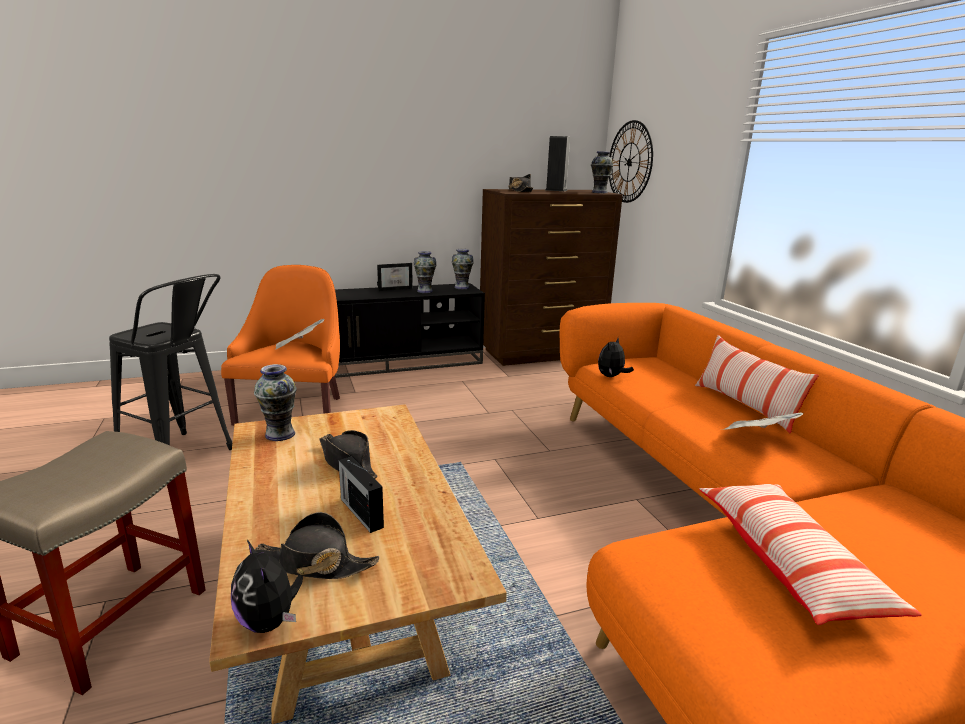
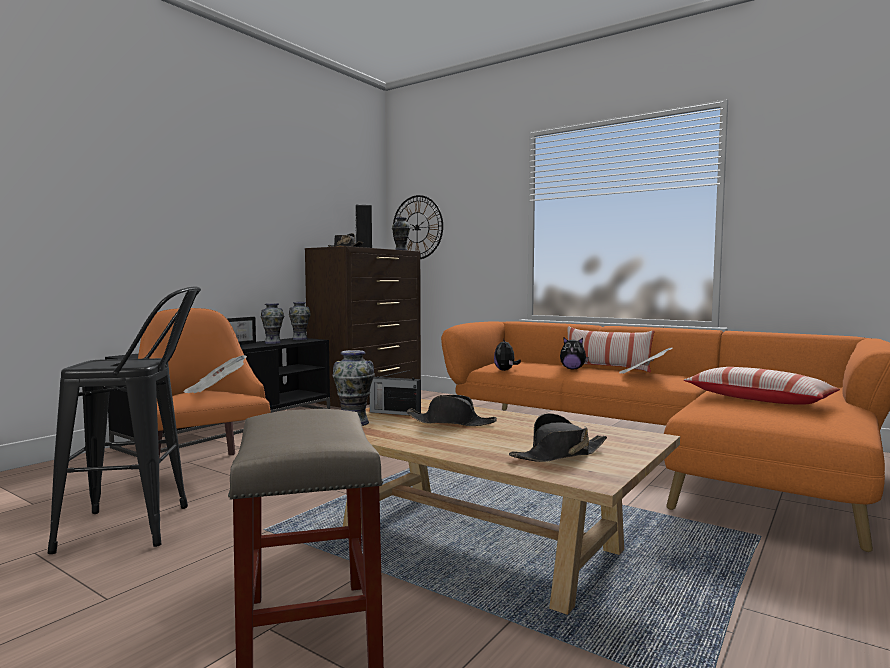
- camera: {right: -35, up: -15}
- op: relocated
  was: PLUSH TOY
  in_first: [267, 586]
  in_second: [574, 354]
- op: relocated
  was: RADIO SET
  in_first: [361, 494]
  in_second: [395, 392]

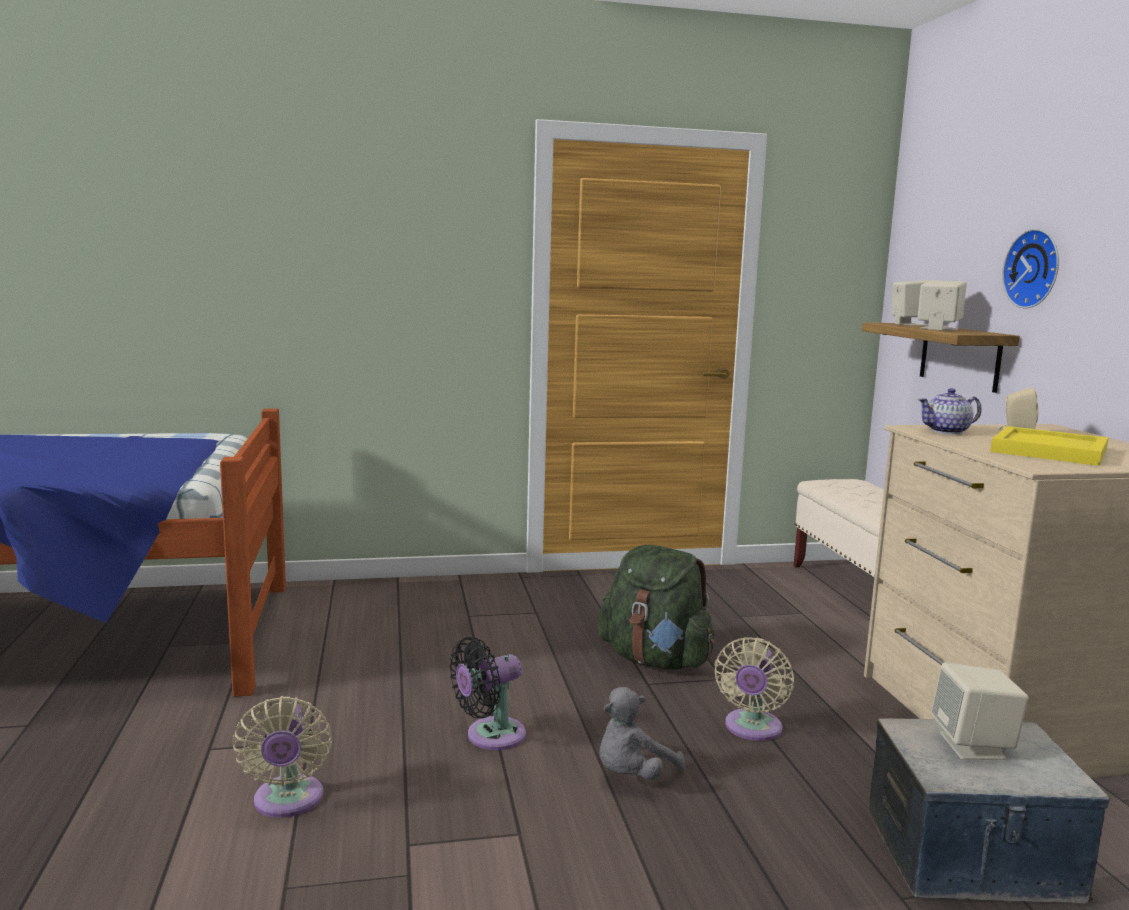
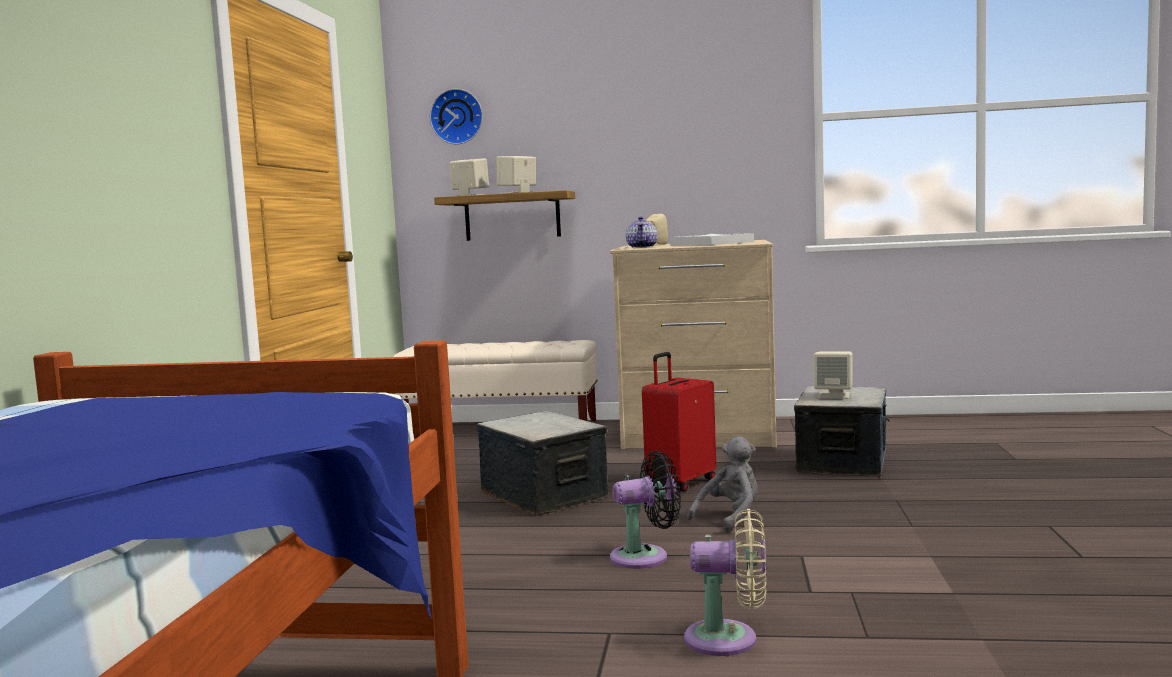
- camera: {right: -70, up: -5}
- op: spun
  was: BLACKISH COOLING FAN
  in_first: [488, 693]
  in_second: [645, 510]
  clockwise: -90
- op: exchanged
  was: GREEN BACKPACK
  now: STORAGE BOX
  in_first: [656, 607]
  in_second: [542, 463]
- op: spun
  was: GRAY PLUSH TOY
  in_first: [642, 733]
  in_second: [722, 484]
  clockwise: -105
- op: exchanged
  was: BEIGE-COLOURED COOLING FAN
  now: REDDISH SUITCASE
  in_first: [754, 689]
  in_second: [679, 421]
- op: colour
  was: YELLOWISH CARRYING TRAY
  now: WHITISH CARRYING TRAY
  in_first: [1049, 446]
  in_second: [712, 239]
- op: relocated
  was: CLOCK ON THE WALL
  in_first: [1030, 268]
  in_second: [456, 116]

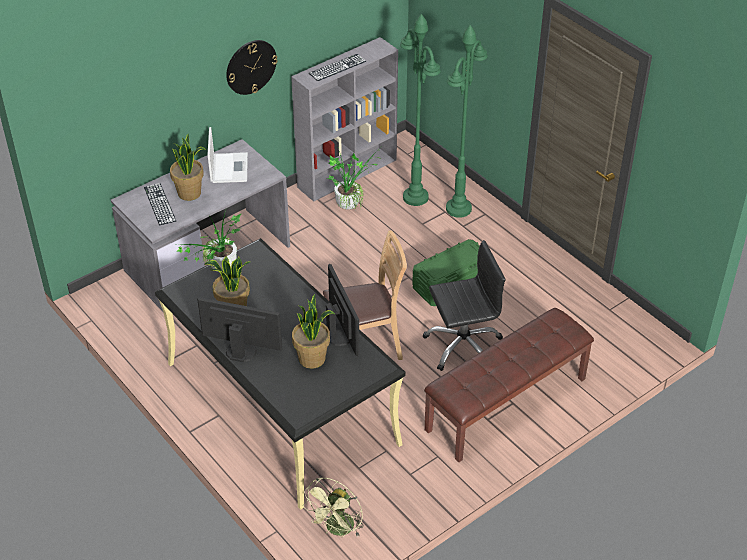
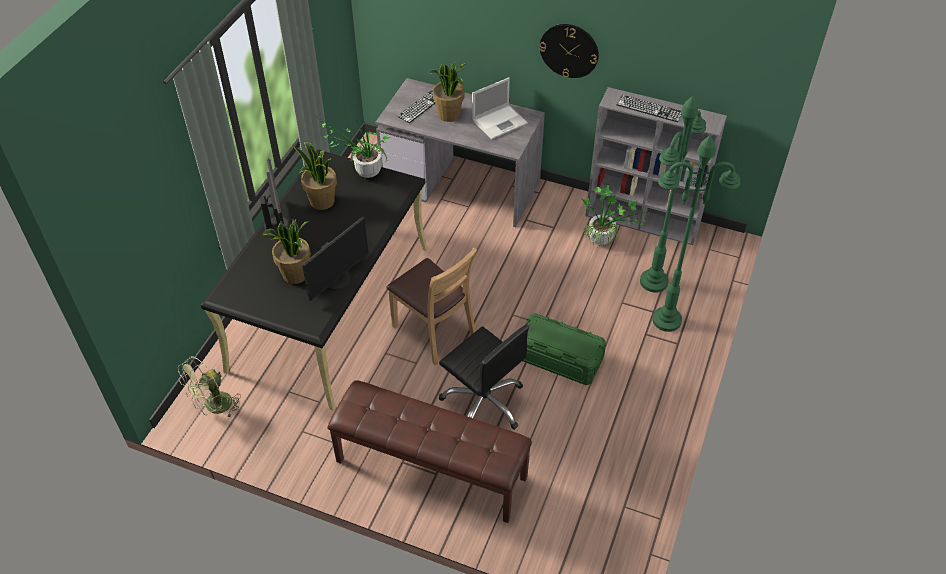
- camera: {right: 60, up: 5}
- op: spun
  was: GREEN COOLING FAN
  in_first: [333, 507]
  in_second: [209, 387]
  clockwise: -45

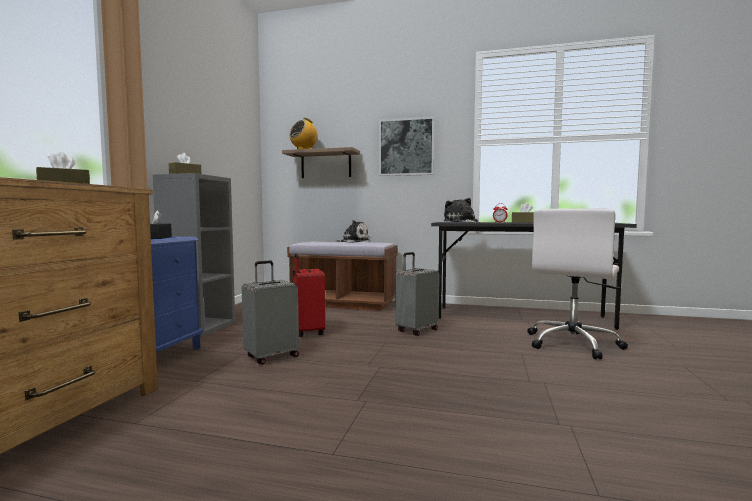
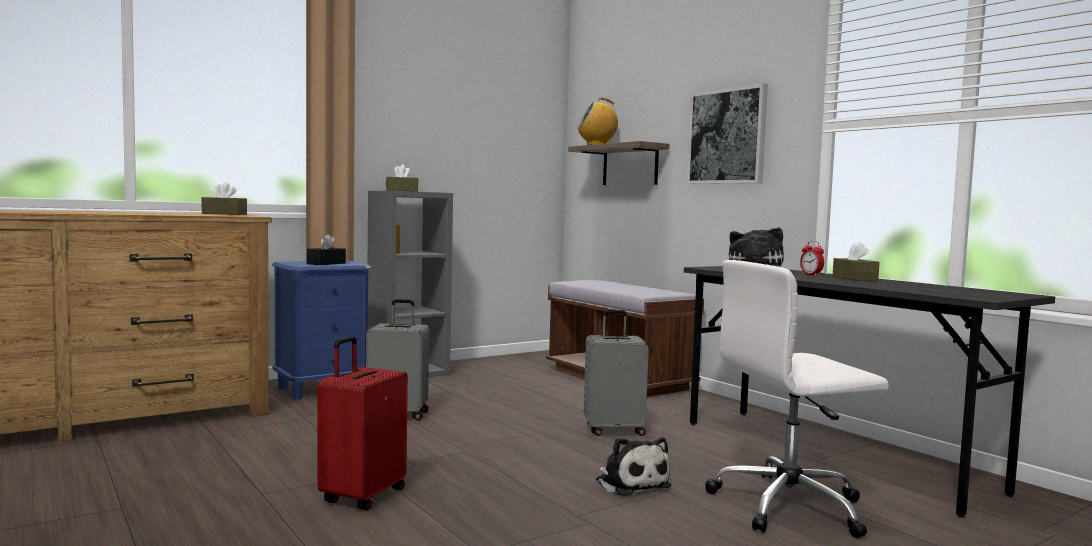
- camera: {right: 40, up: 0}
- op: relocated
  was: REDDISH SUITCASE
  in_first: [309, 295]
  in_second: [362, 423]
- op: relocated
  was: PLUSH TOY
  in_first: [351, 231]
  in_second: [634, 466]

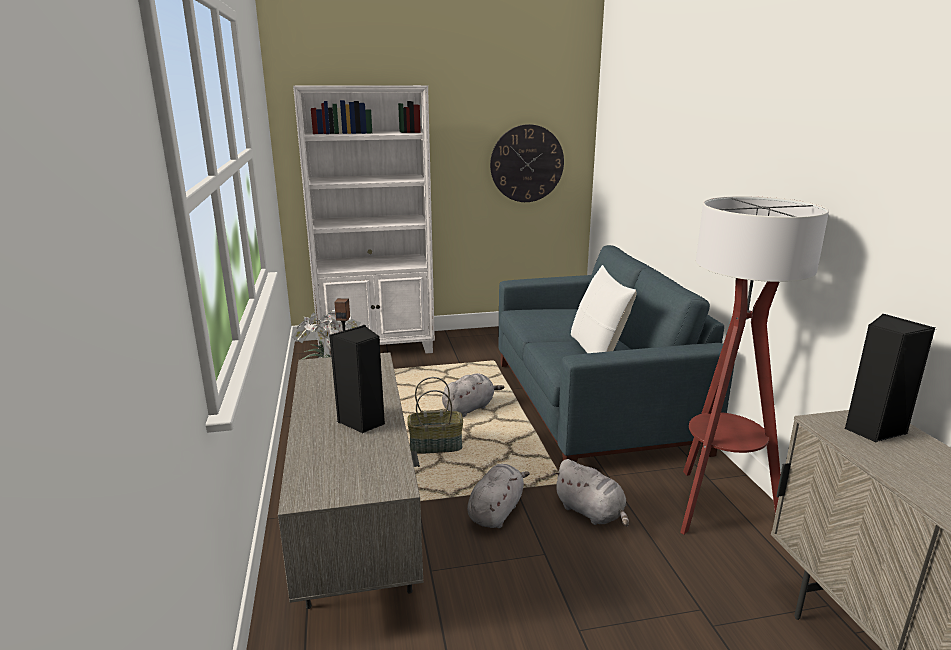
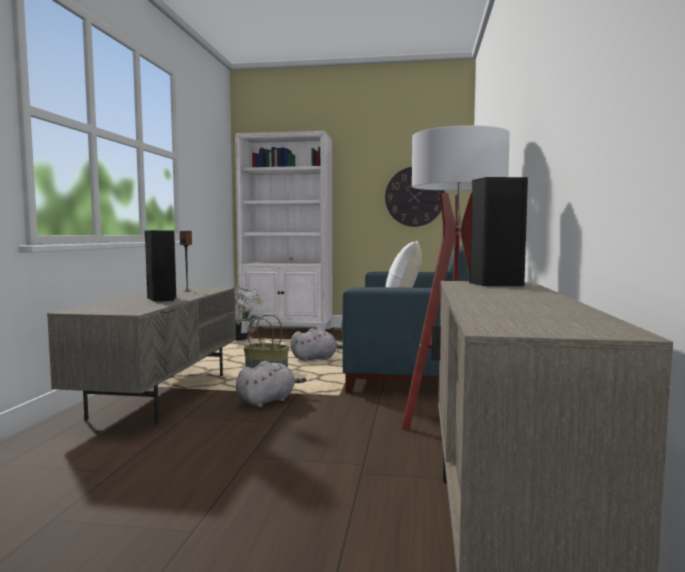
- camera: {right: 20, up: -15}
- op: missing
  was: GRAY PLUSH TOY
  in_first: [591, 493]

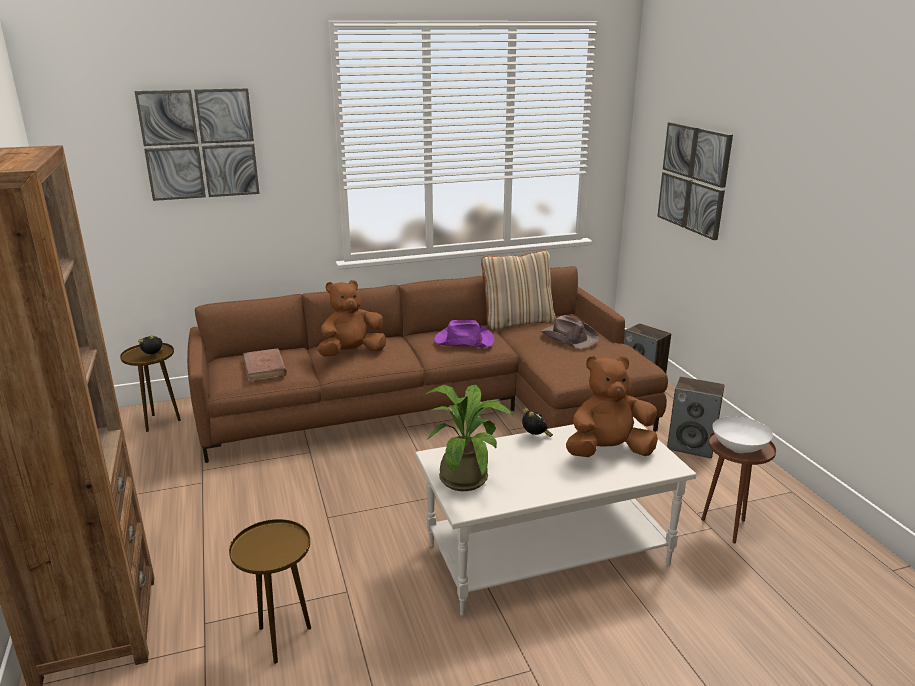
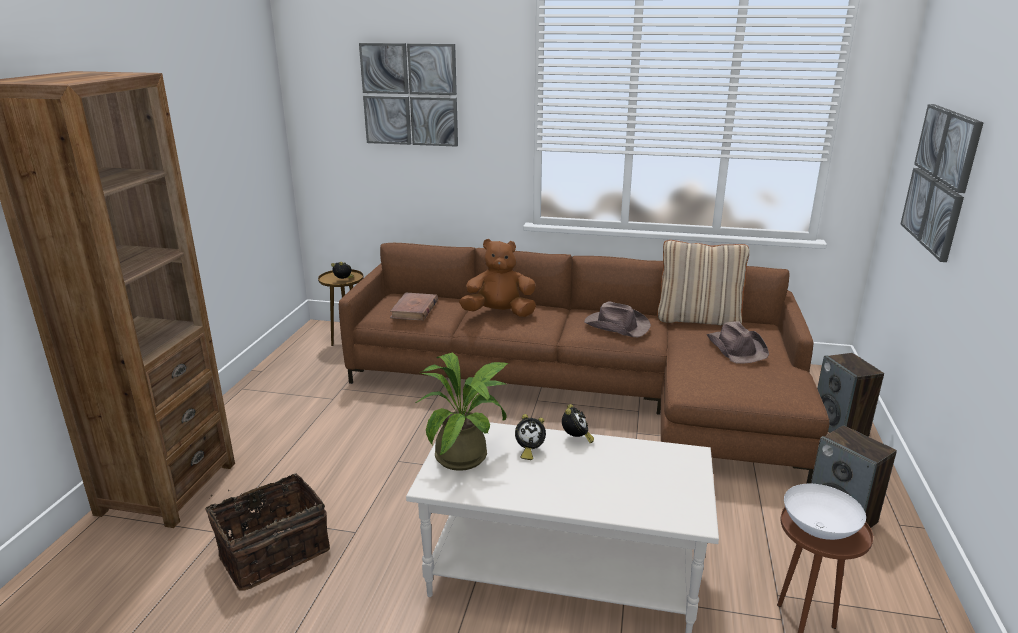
- camera: {right: 30, up: 0}
- op: exchanged
  was: BROWN SIDE TABLE
  now: BASKET
  in_first: [270, 591]
  in_second: [267, 532]
- op: colour
  was: PURPLISH CLOTHING HAT
  now: BROWN CLOTHING HAT
  in_first: [464, 333]
  in_second: [617, 319]
- op: missing
  was: BROWN PLUSH TOY
  in_first: [612, 406]
- op: appeared
  now: ALARM CLOCK
  in_second: [530, 437]

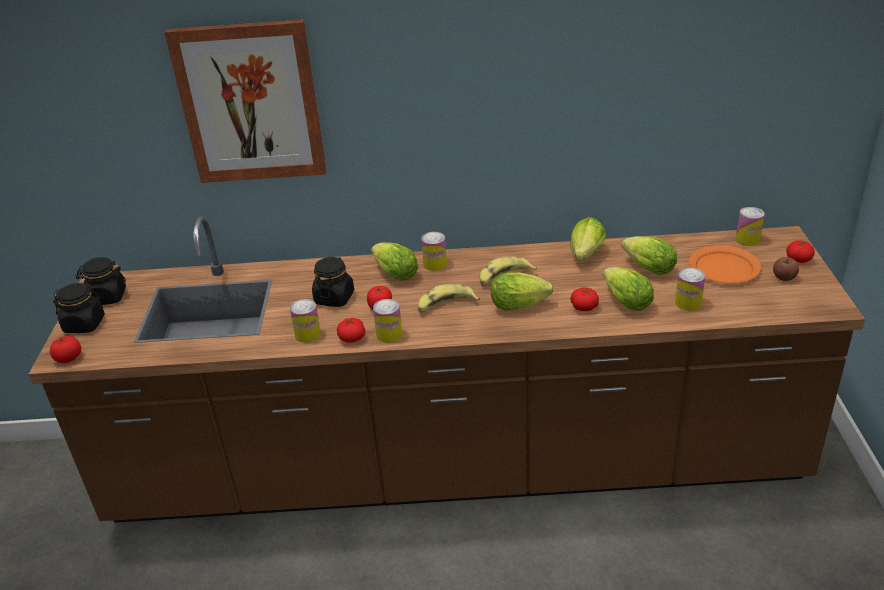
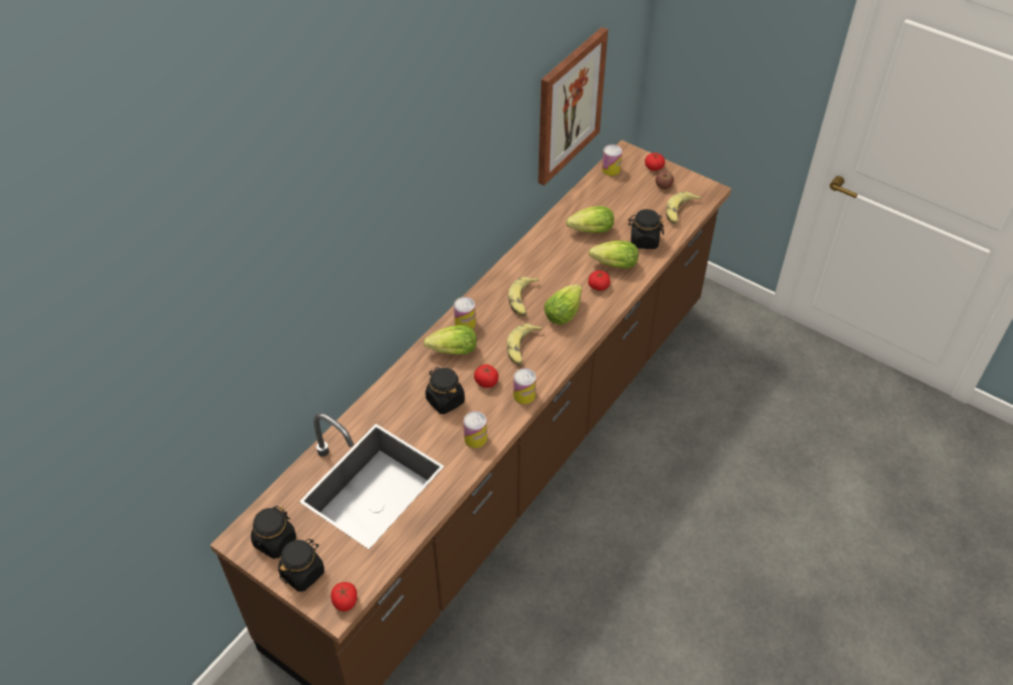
- camera: {right: -55, up: 15}
- op: relocated
  was: WALL PICTURE
  in_first: [246, 101]
  in_second: [573, 106]
- op: missing
  was: WHOLE TOMATO
  in_first: [351, 330]
- op: missing
  was: HEAD OF LETTUCE
  in_first: [588, 238]
- op: exchanged
  was: SEALED CAN
  now: BLACKISH PRESERVE JAR
  in_first: [690, 289]
  in_second: [646, 229]
- op: missing
  was: ORANGEY PLATE
  in_first: [725, 264]
- op: appeared
  now: BANANA FRUIT
  in_second: [683, 208]

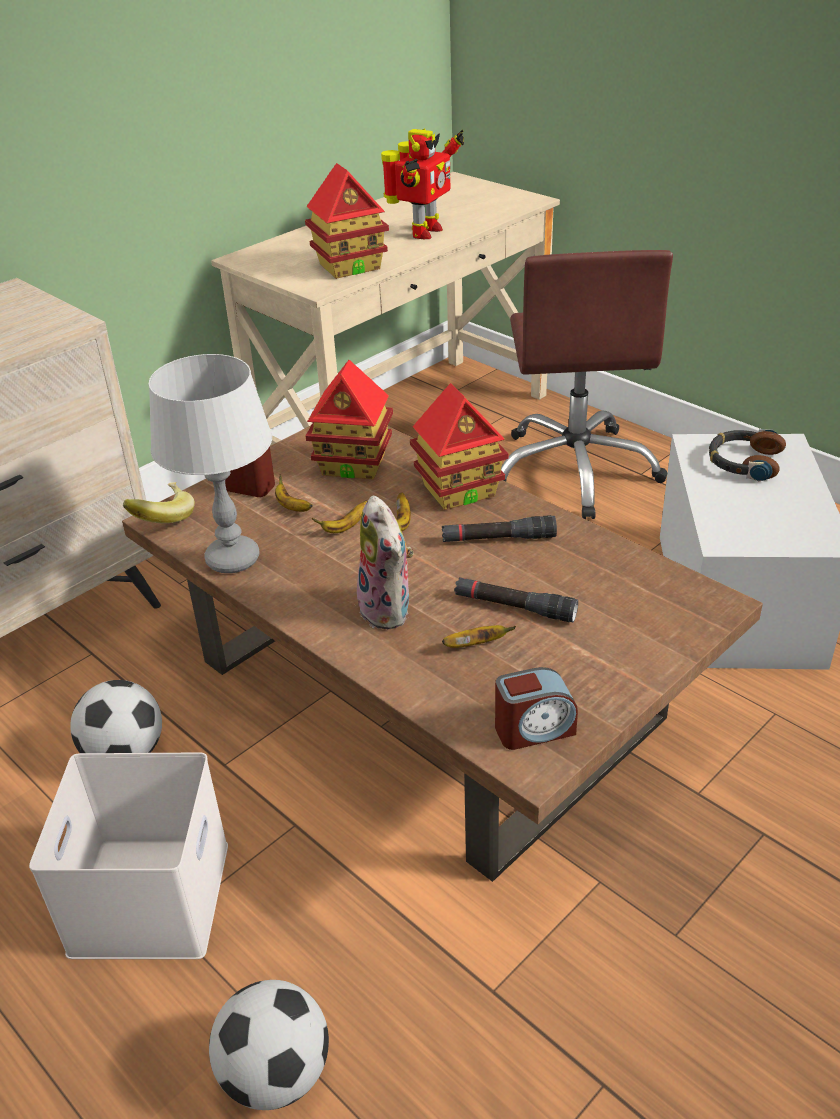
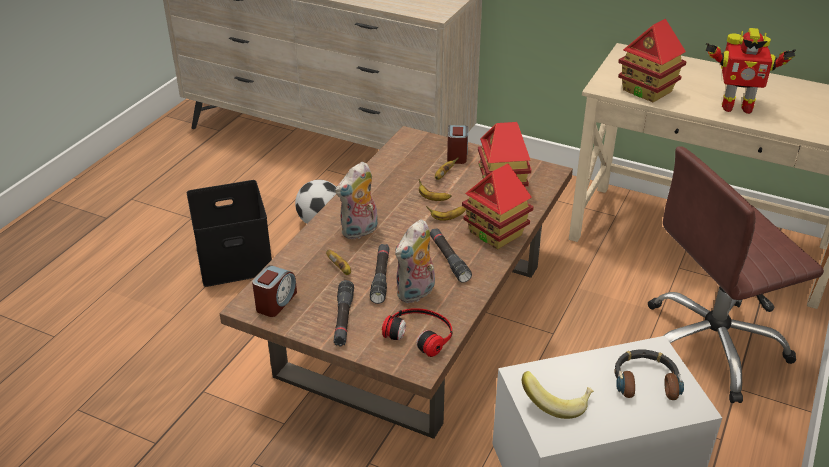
- camera: {right: 70, up: 0}
- op: colour
  was: WHITISH STORAGE BOX
  now: BLACKISH STORAGE BOX
  in_first: [128, 855]
  in_second: [229, 233]
- op: relocated
  was: BANANA FRUIT
  in_first: [159, 502]
  in_second: [558, 395]
- op: missing
  was: GRAY LAMP FOR A TABLE
  in_first: [210, 463]
- op: missing
  was: BALL FOR FOOTBALL
  in_first: [269, 1045]
- op: spun
  was: ALARM CLOCK
  in_first: [536, 708]
  in_second: [274, 291]
  clockwise: -120
- op: appeared
  now: BLACKISH HAND TORCH
  in_second: [344, 313]
- op: appeared
  now: HEADSET
  in_second: [417, 332]
- op: appeared
  now: PLUSH TOY
  in_second: [415, 261]

